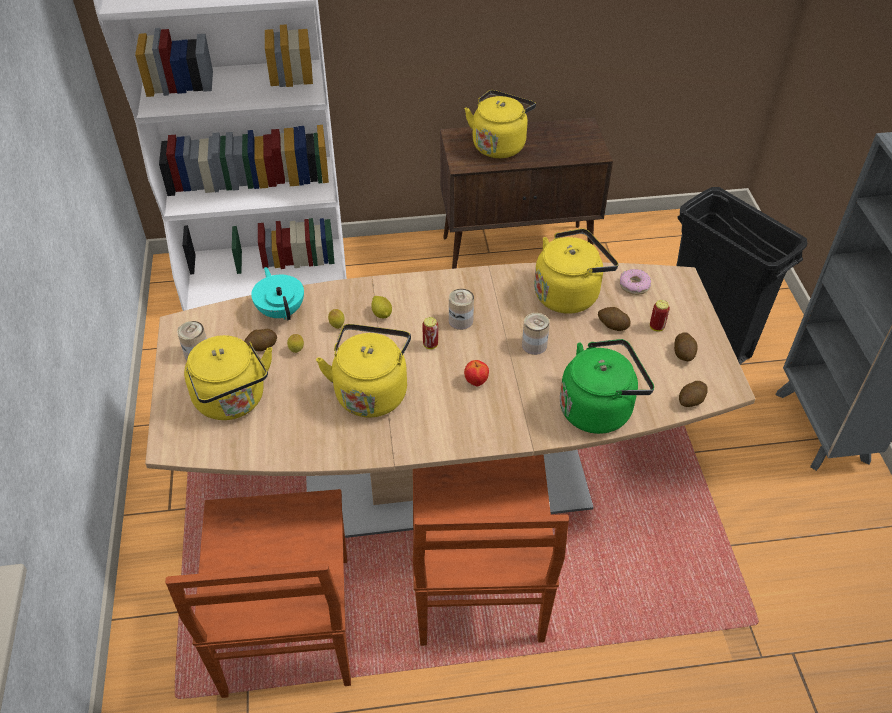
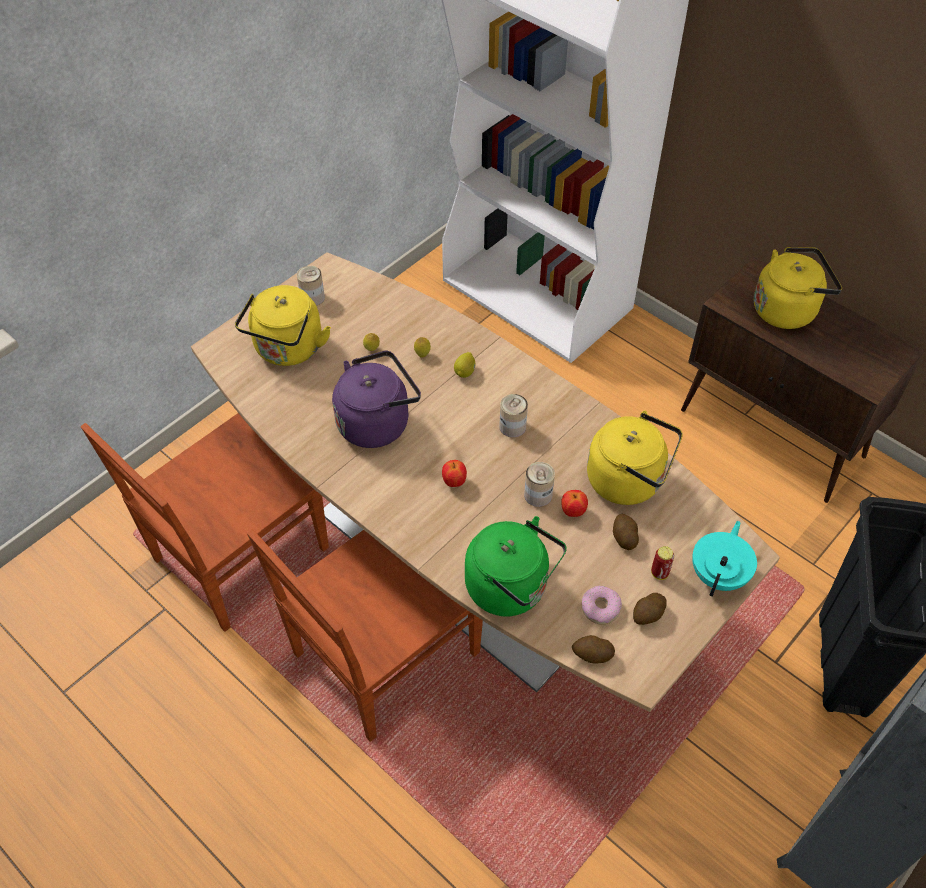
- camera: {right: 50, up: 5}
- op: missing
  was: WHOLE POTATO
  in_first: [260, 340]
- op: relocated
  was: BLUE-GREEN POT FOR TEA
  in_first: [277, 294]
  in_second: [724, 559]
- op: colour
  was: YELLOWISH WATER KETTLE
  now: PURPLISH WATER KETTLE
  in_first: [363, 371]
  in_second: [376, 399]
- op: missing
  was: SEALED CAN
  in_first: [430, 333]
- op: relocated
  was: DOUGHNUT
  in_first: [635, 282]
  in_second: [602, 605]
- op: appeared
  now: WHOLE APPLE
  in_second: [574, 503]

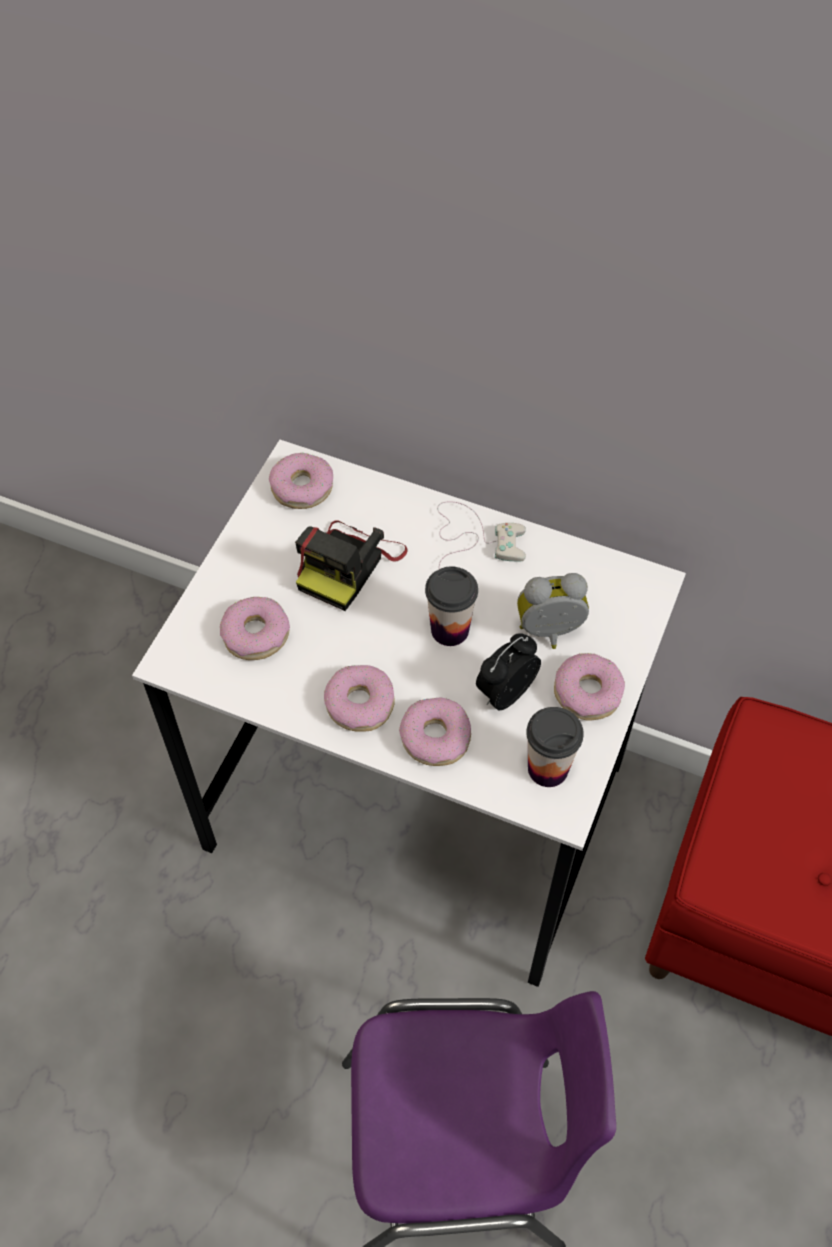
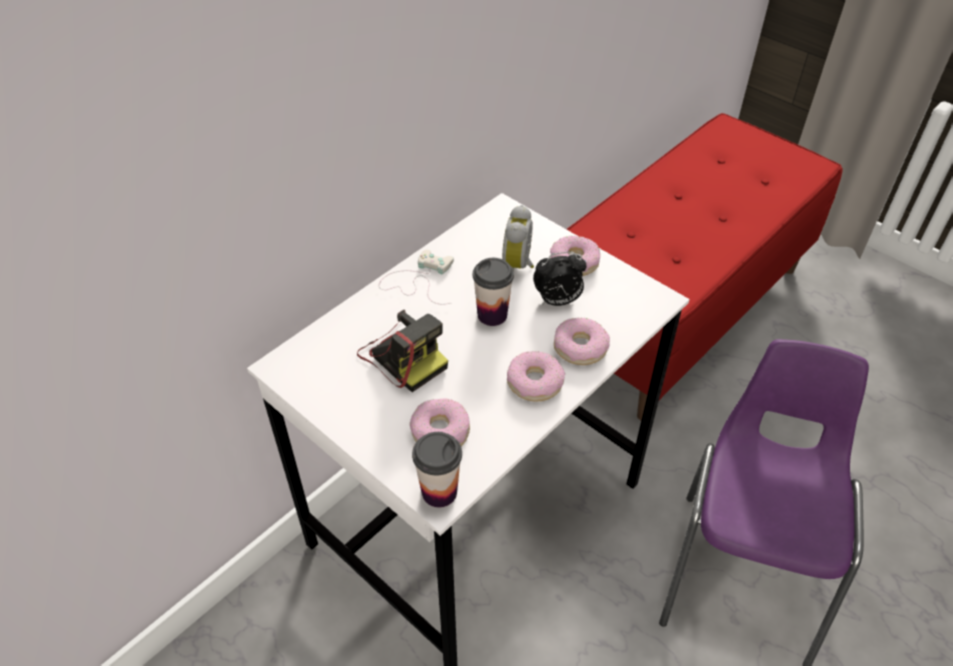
- camera: {right: -70, up: -10}
- op: missing
  was: DOUGHNUT
  in_first: [301, 481]
- op: spun
  was: ALARM CLOCK
  in_first: [508, 671]
  in_second: [560, 279]
  clockwise: -75
- op: relocated
  was: CUP
  in_first: [555, 747]
  in_second: [437, 469]

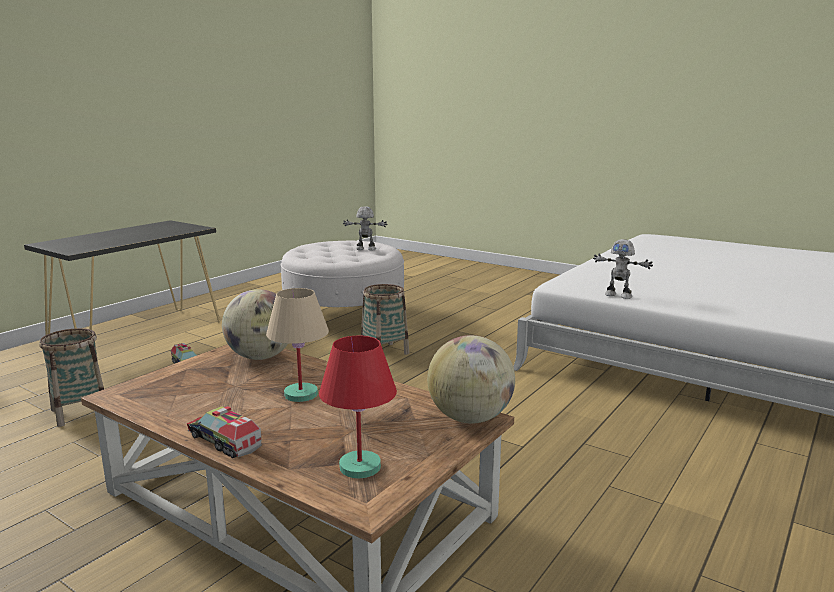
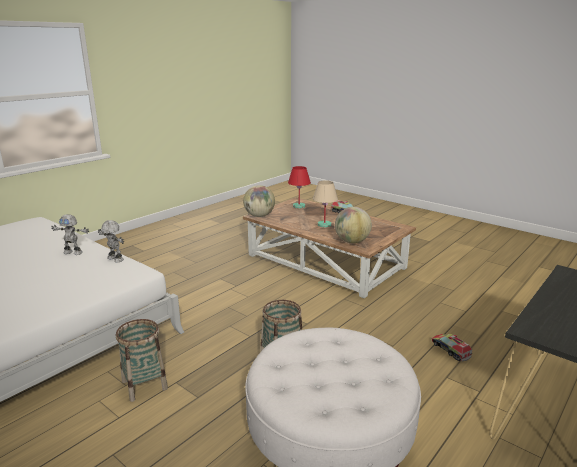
- camera: {right: -175, up: 5}
- op: relocated
  was: BASKET
  in_first: [71, 377]
  in_second: [142, 360]
- op: relocated
  was: MODEL ROBOT
  in_first: [365, 228]
  in_second: [70, 234]

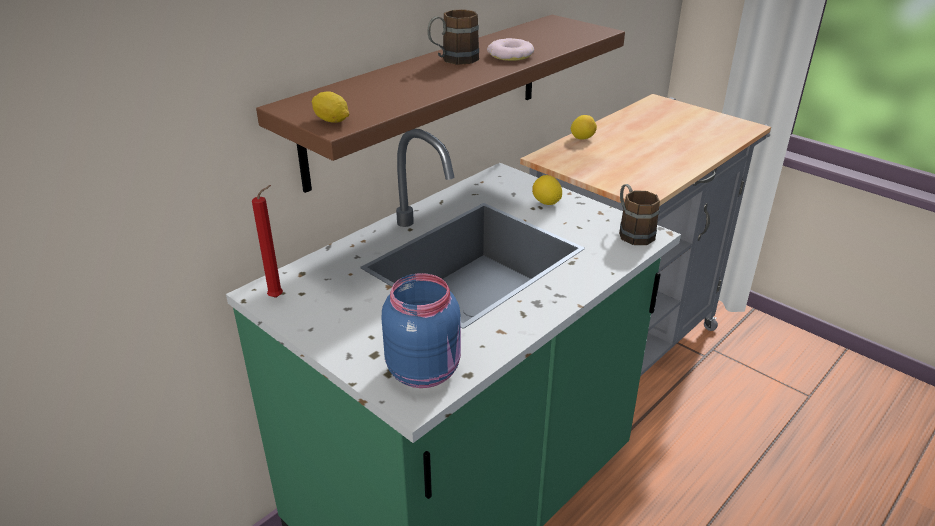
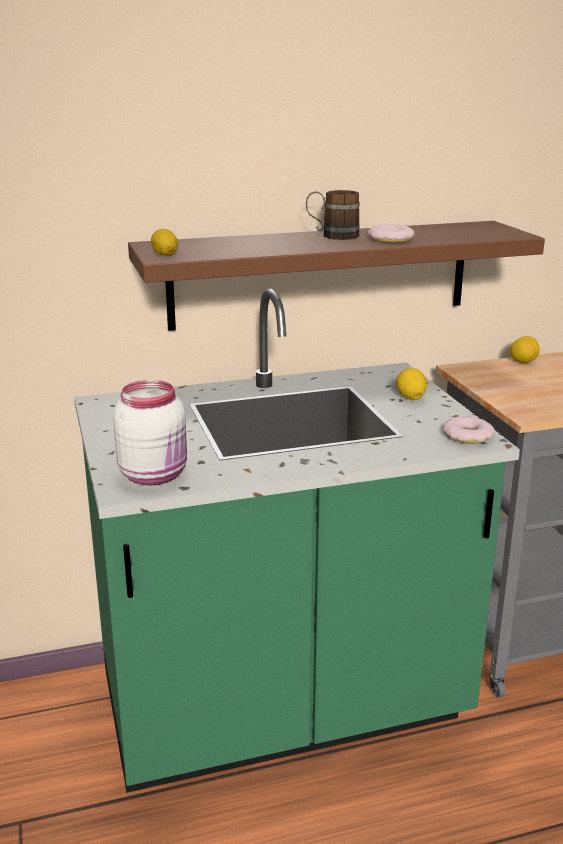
- camera: {right: 30, up: -10}
- op: missing
  was: REDDISH CANDLE
  in_first: [267, 241]
- op: colour
  was: BLUISH PRESERVE JAR
  now: WHITISH PRESERVE JAR
  in_first: [421, 330]
  in_second: [150, 432]
- op: exchanged
  was: BROWN COFFEE MUG
  now: DOUGHNUT
  in_first: [639, 214]
  in_second: [469, 430]

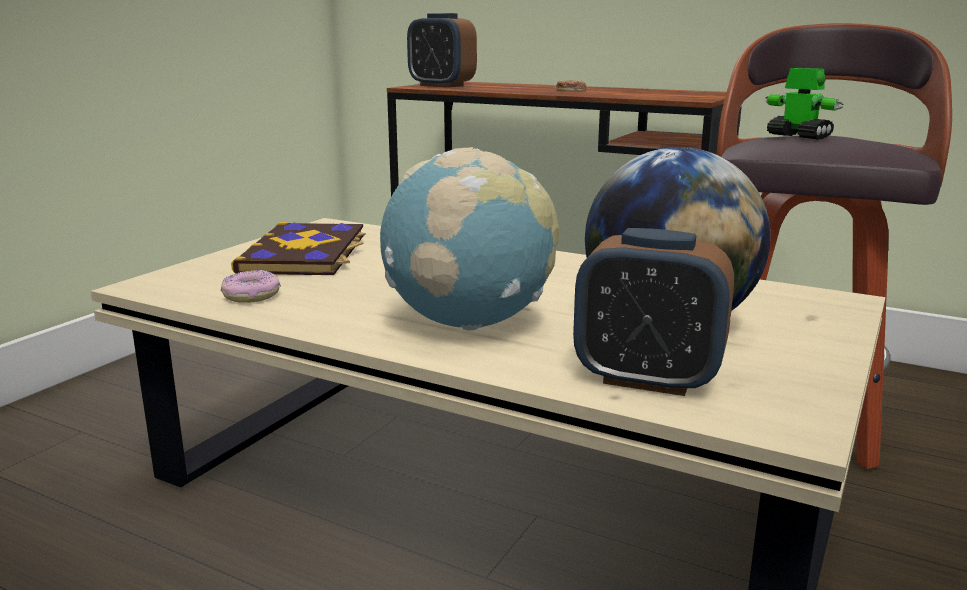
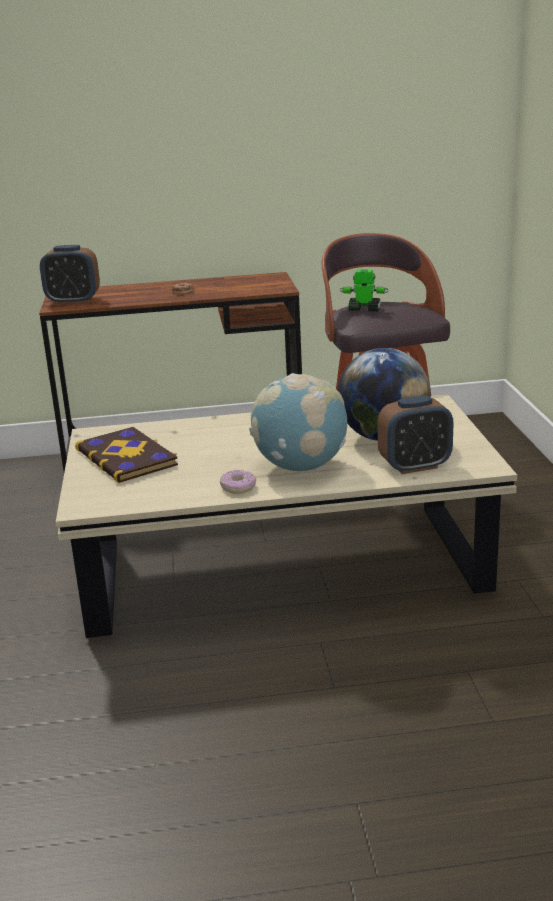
- camera: {right: -35, up: 5}
- op: relocated
  was: DOUGHNUT
  in_first: [251, 286]
  in_second: [238, 482]

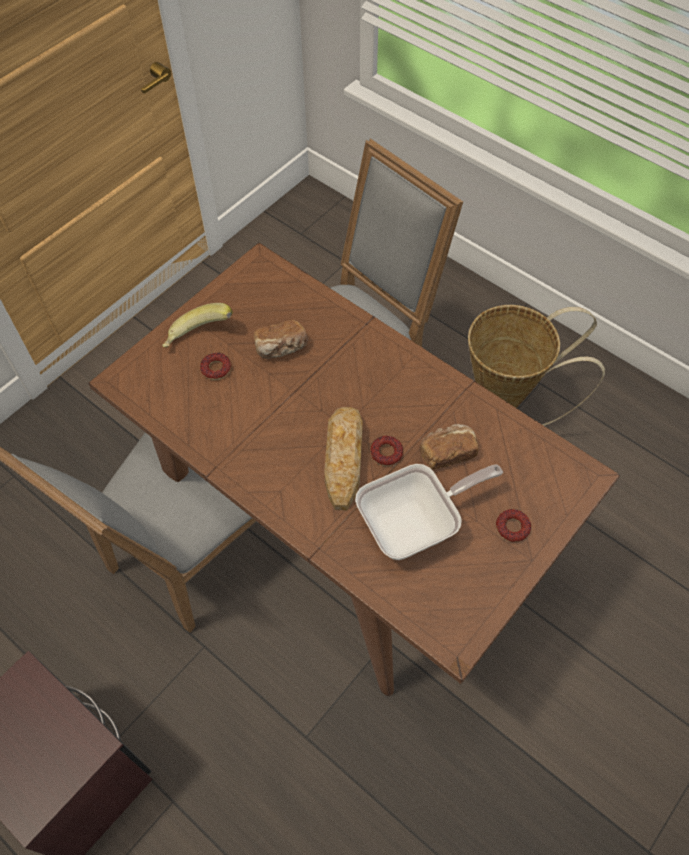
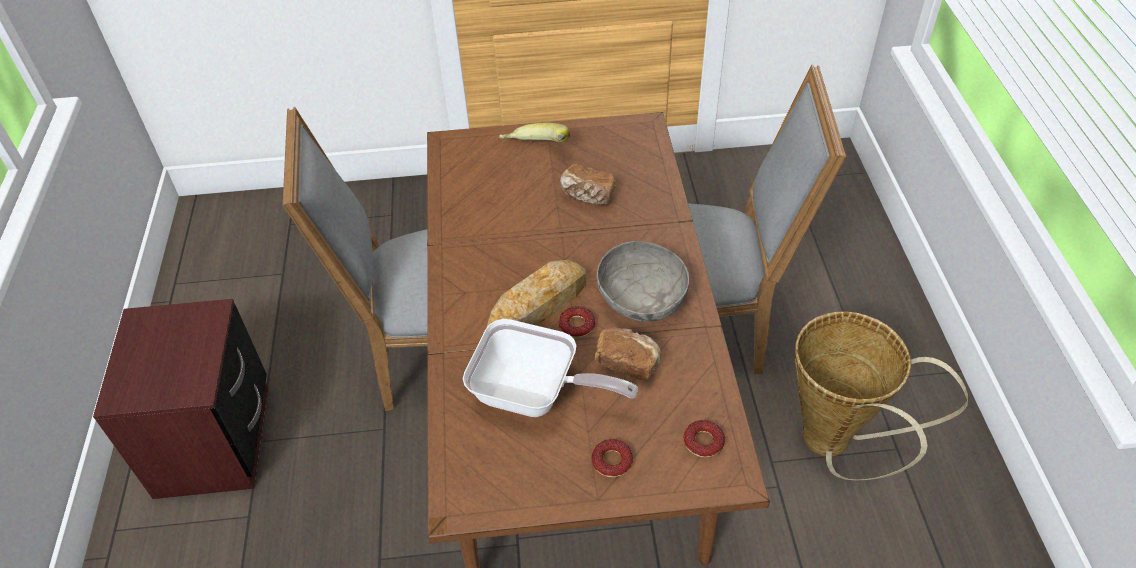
- camera: {right: 45, up: -10}
- op: relocated
  was: DOUGHNUT
  in_first: [215, 366]
  in_second: [704, 439]
- op: appeared
  now: GRAY SERVING BOWL
  in_second: [643, 281]

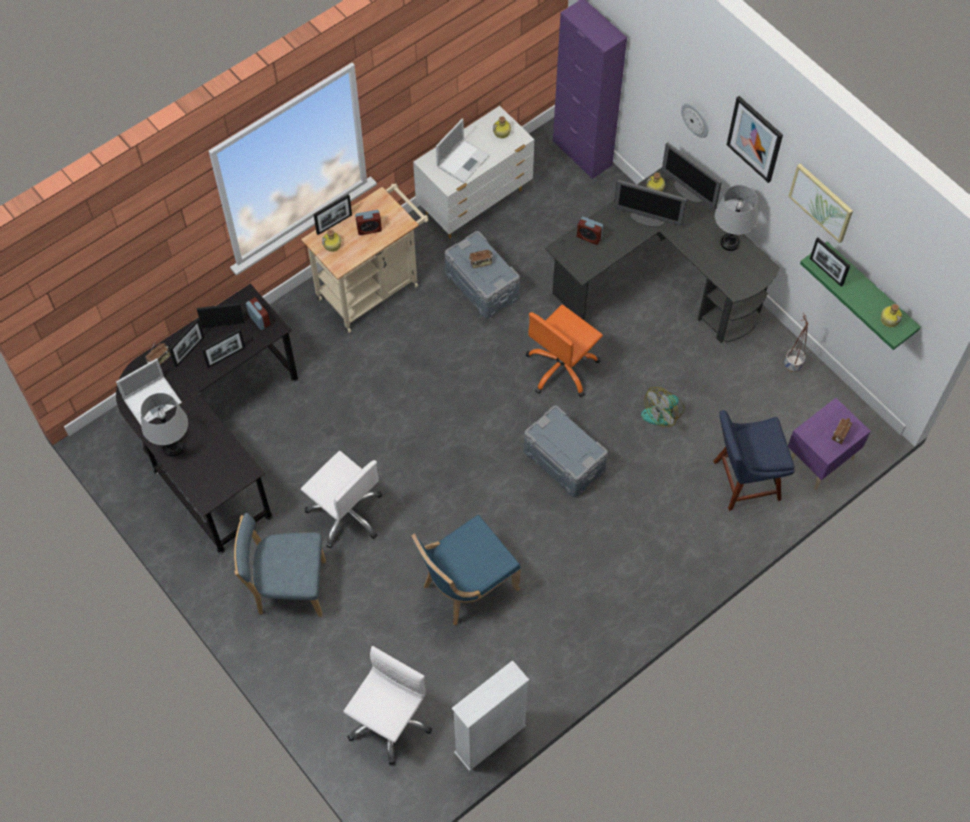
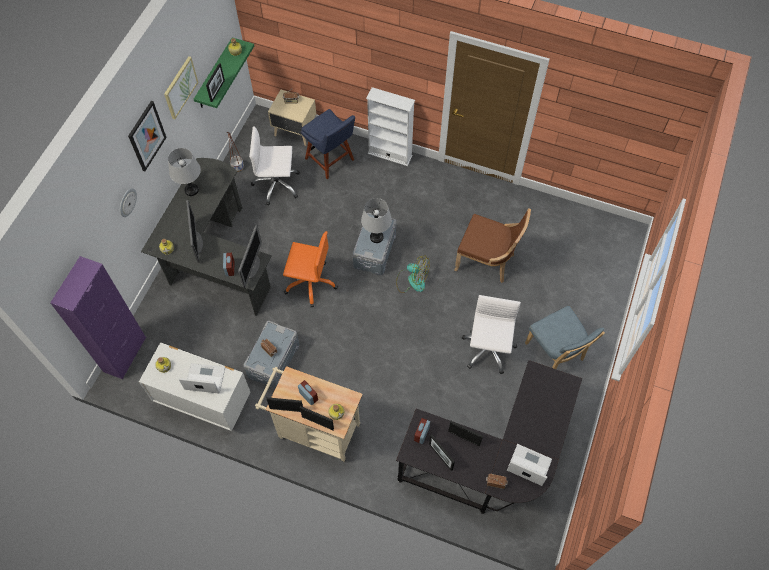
- camera: {right: -120, up: 0}
- op: relocated
  was: GRAY LAMP FOR A TABLE
  in_first: [164, 424]
  in_second: [376, 220]
- op: relocated
  was: PICTURE FRAME
  in_first: [186, 343]
  in_second: [285, 404]
- op: relocated
  was: WHITISH DESK CHAIR
  in_first: [387, 705]
  in_second: [274, 165]
- op: colour
  was: BLUISH UPRIGHT CHAIR
  now: BROWN UPRIGHT CHAIR
  in_first: [466, 570]
  in_second: [492, 245]
- op: relocated
  was: WHITISH BOOKCASE
  in_first: [490, 715]
  in_second: [390, 126]
- op: relocated
  was: COOLING FAN
  in_first: [663, 407]
  in_second: [413, 274]
- op: relocated
  was: MONITOR
  in_first: [692, 176]
  in_second: [250, 256]
- op: colour
  was: PURPLISH NIGHTSTAND
  now: BEIGE-COLOURED NIGHTSTAND
  in_first: [829, 444]
  in_second: [292, 118]

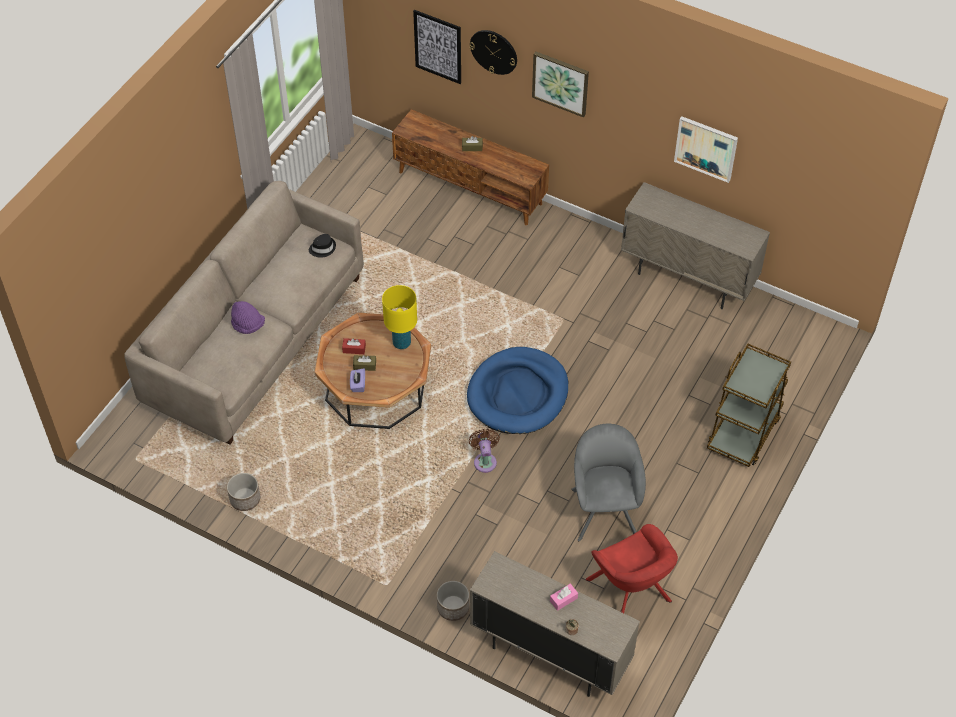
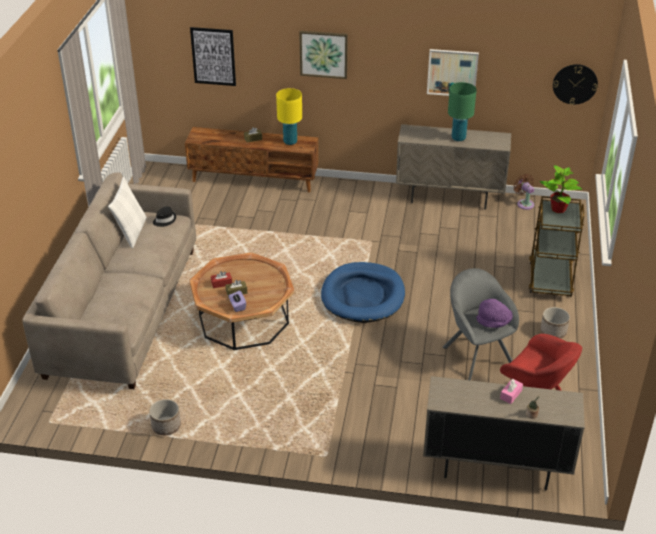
- camera: {right: -20, up: -15}
- op: relocated
  was: PURPLISH CLOTHING HAT
  in_first: [248, 317]
  in_second: [494, 313]
- op: relocated
  was: YELLOWISH LAMP FOR A TABLE
  in_first: [399, 317]
  in_second: [289, 116]
- op: relocated
  was: FLOWER POT
  in_first: [453, 601]
  in_second: [555, 322]
- op: relocated
  was: CLOCK ON THE WALL
  in_first: [493, 52]
  in_second: [575, 84]
- op: relocated
  was: BROWN COOLING FAN
  in_first: [484, 451]
  in_second: [524, 192]
- op: appeared
  now: WHITISH CUSHION
  in_second: [127, 212]
- op: appeared
  now: GREEN LAMP FOR A TABLE
  in_second: [462, 111]
- op: appeared
  now: PLANT IN A POT
  in_second: [561, 189]

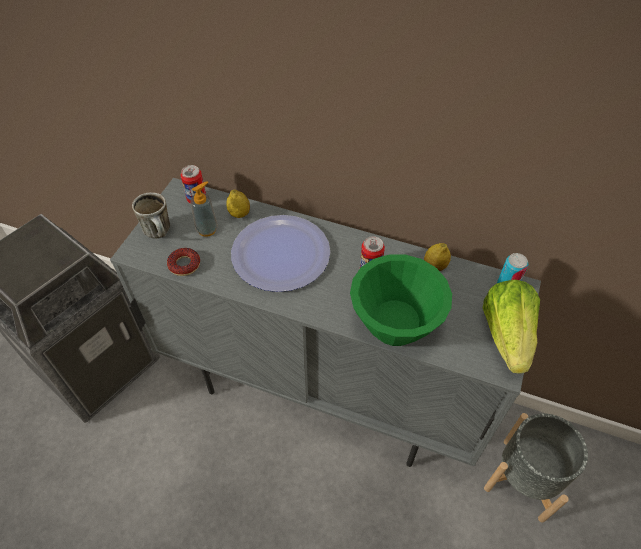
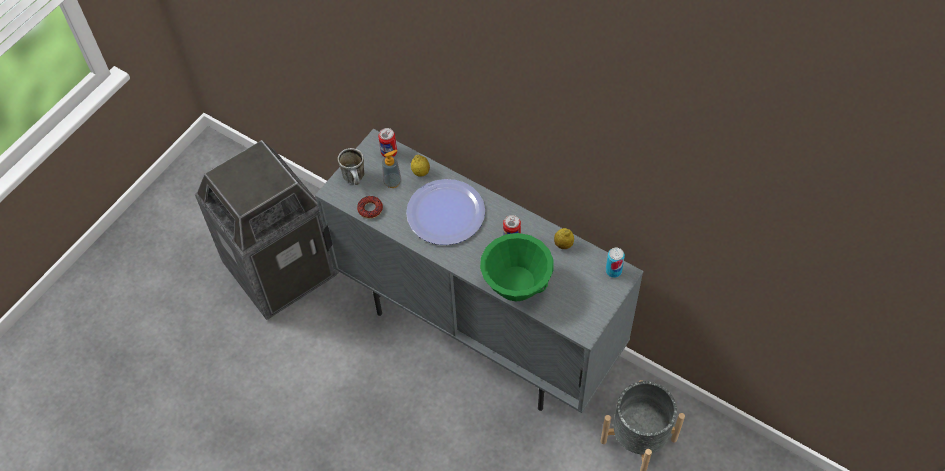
- camera: {right: 15, up: 5}
- op: missing
  was: HEAD OF LETTUCE
  in_first: [511, 326]

